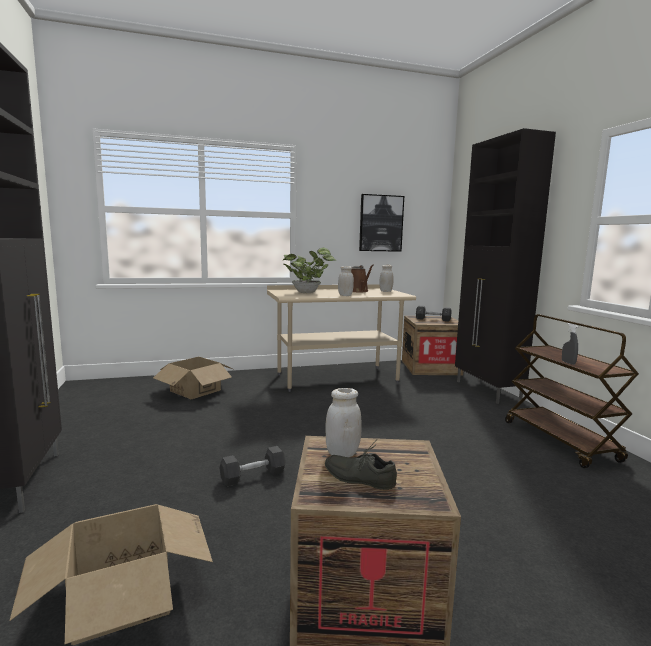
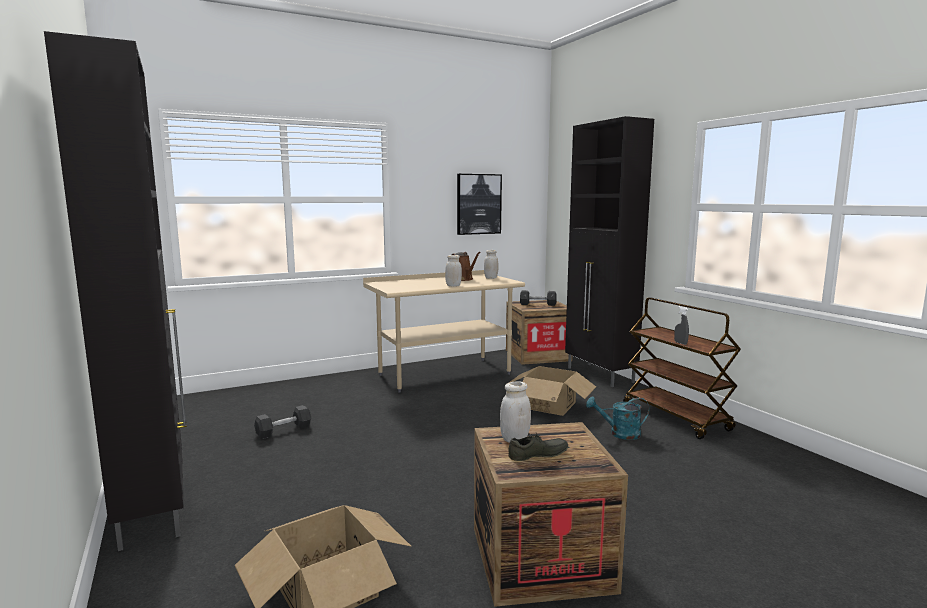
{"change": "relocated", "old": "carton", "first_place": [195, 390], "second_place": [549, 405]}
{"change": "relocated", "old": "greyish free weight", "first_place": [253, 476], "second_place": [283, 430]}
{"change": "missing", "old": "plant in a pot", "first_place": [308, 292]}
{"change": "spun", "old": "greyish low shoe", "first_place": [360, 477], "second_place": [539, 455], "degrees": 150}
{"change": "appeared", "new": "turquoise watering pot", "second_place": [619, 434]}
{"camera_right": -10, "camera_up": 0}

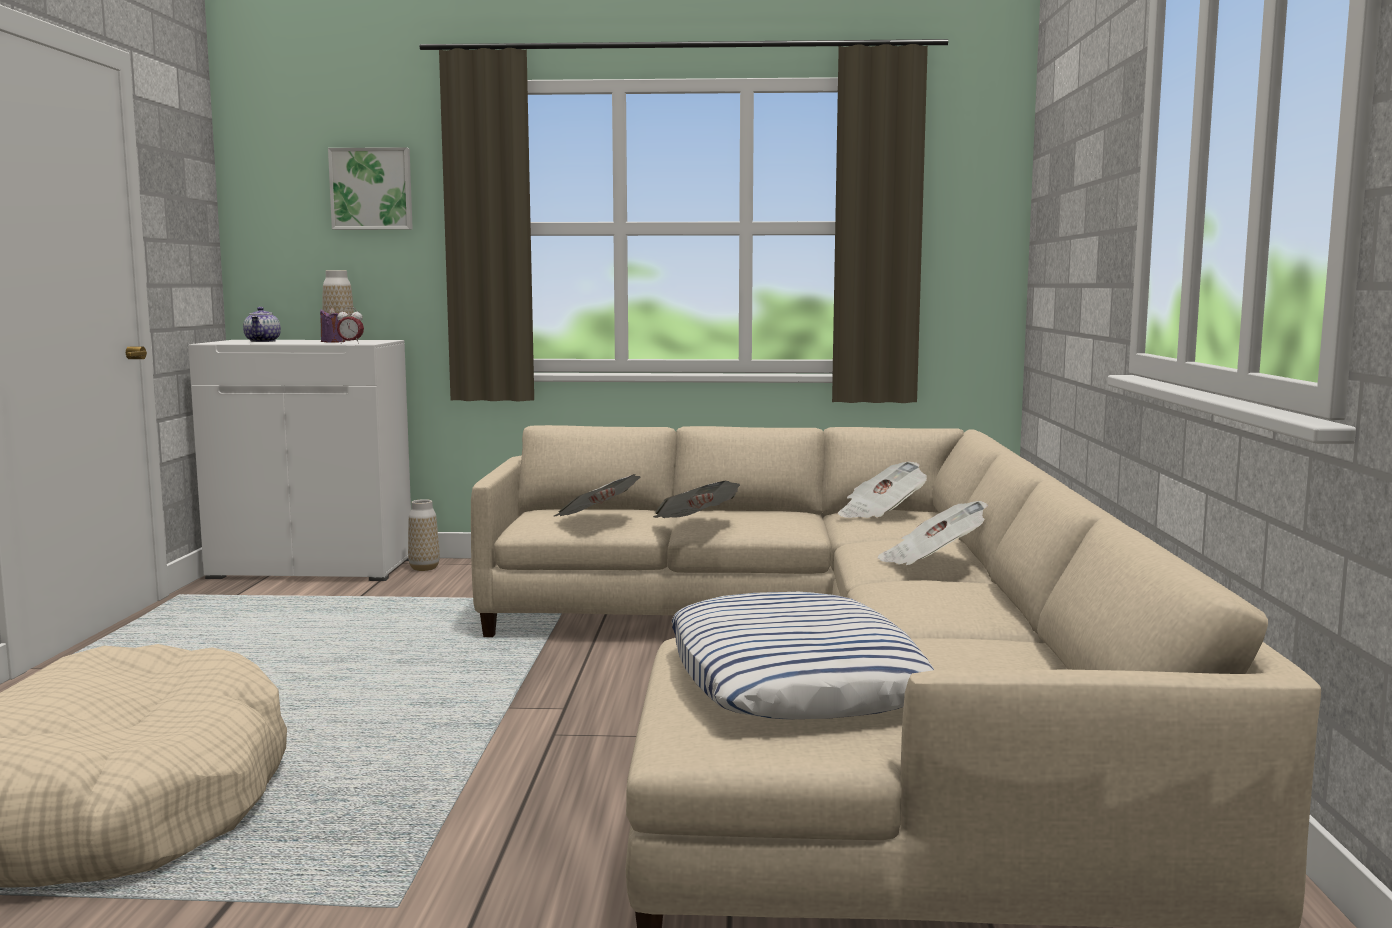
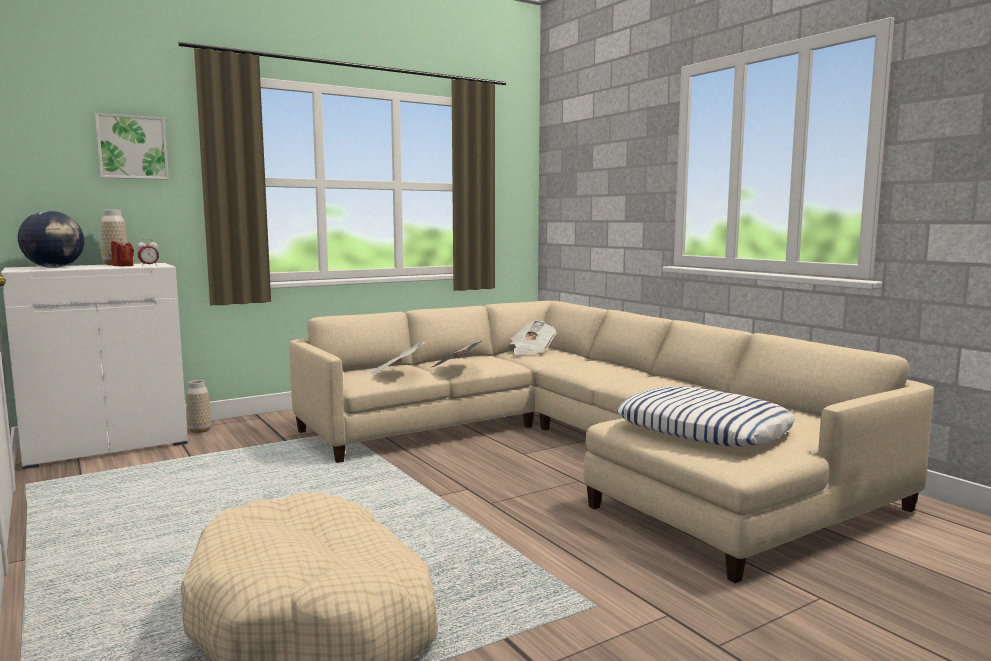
{"change": "exchanged", "old": "pot for tea", "new": "desk globe", "first_place": [263, 341], "second_place": [54, 267]}
{"change": "colour", "old": "purple wax candle", "new": "reddish wax candle", "first_place": [333, 342], "second_place": [123, 266]}
{"change": "missing", "old": "newspaper", "first_place": [931, 561]}
{"camera_right": -35, "camera_up": 0}

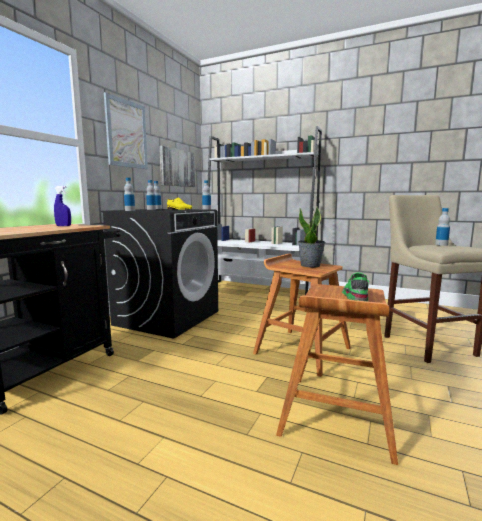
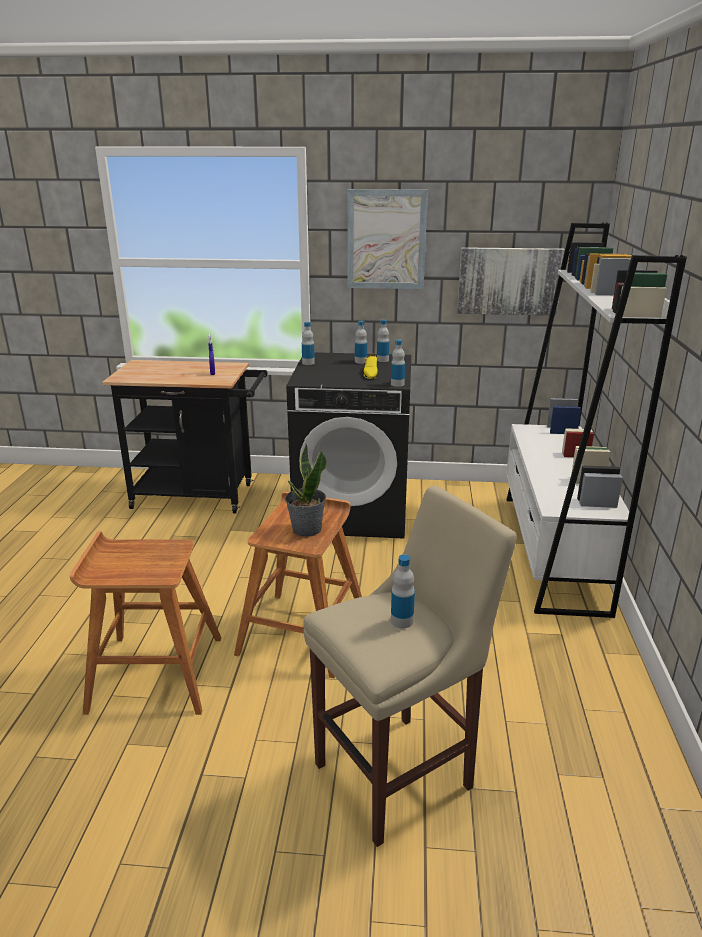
{"change": "missing", "old": "green-coloured low shoe", "first_place": [354, 296]}
{"camera_right": 70, "camera_up": 15}

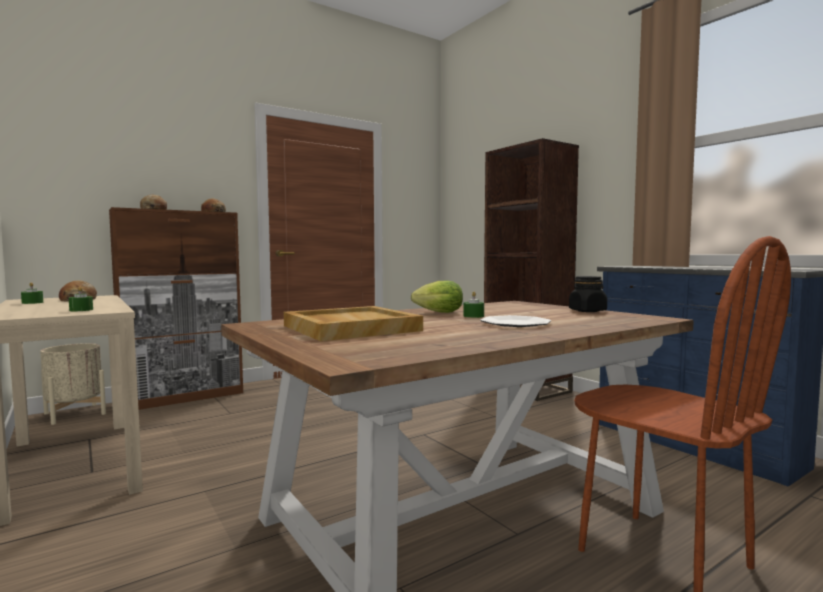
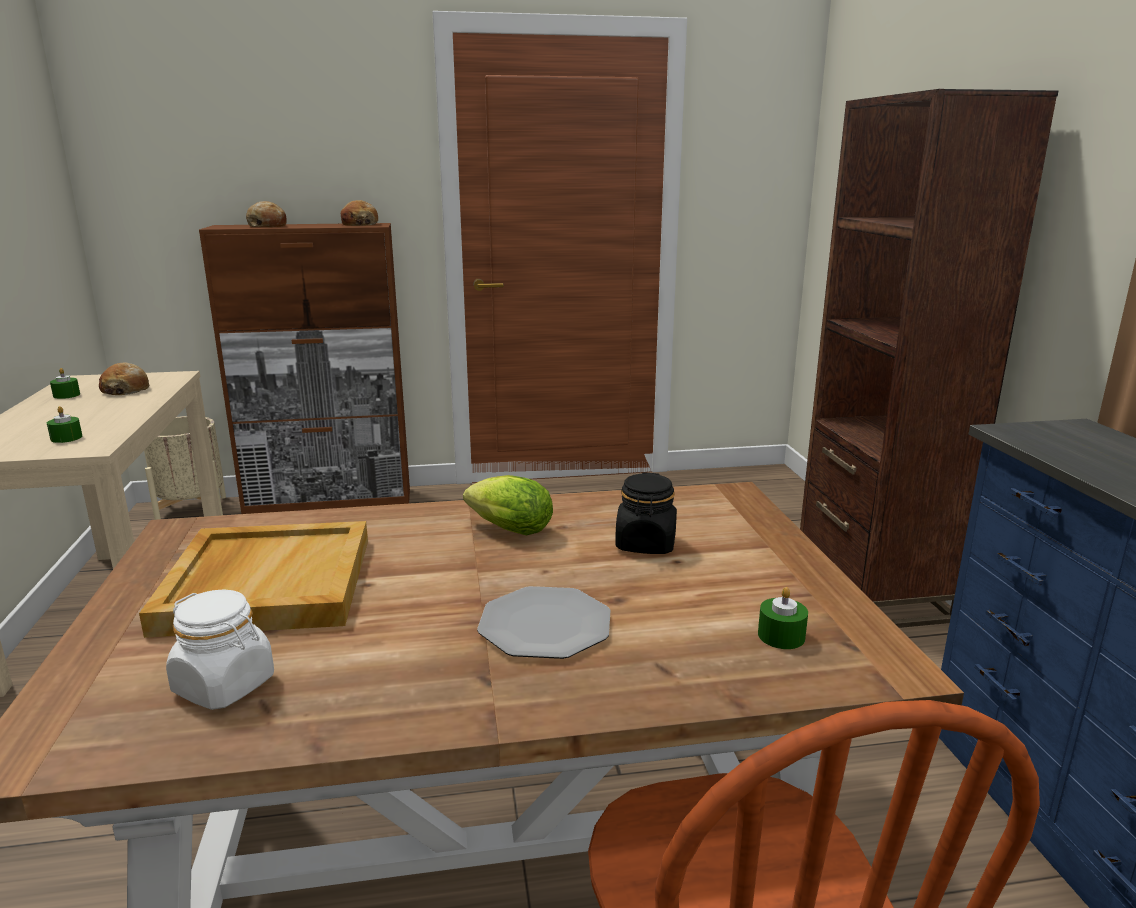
{"change": "relocated", "old": "green-coloured wax candle", "first_place": [473, 316], "second_place": [781, 636]}
{"change": "relocated", "old": "blackish storage jar", "first_place": [587, 311], "second_place": [645, 544]}
{"change": "appeared", "new": "white storage jar", "second_place": [225, 685]}
{"camera_right": 25, "camera_up": 15}

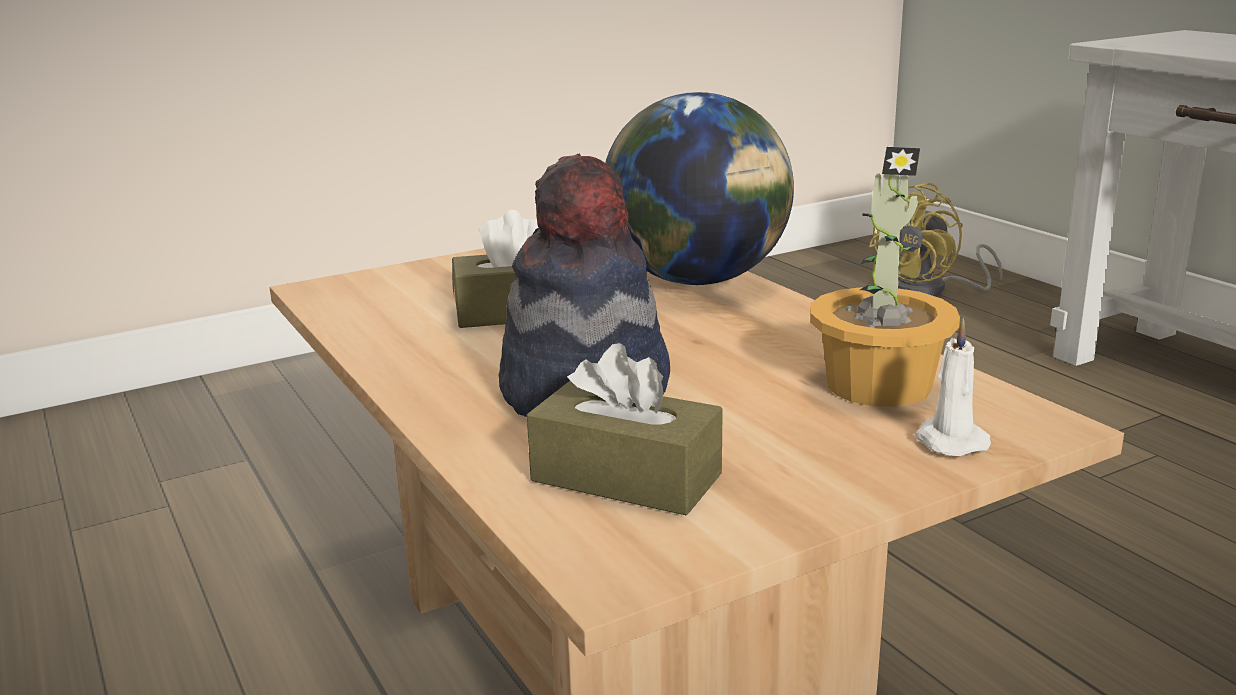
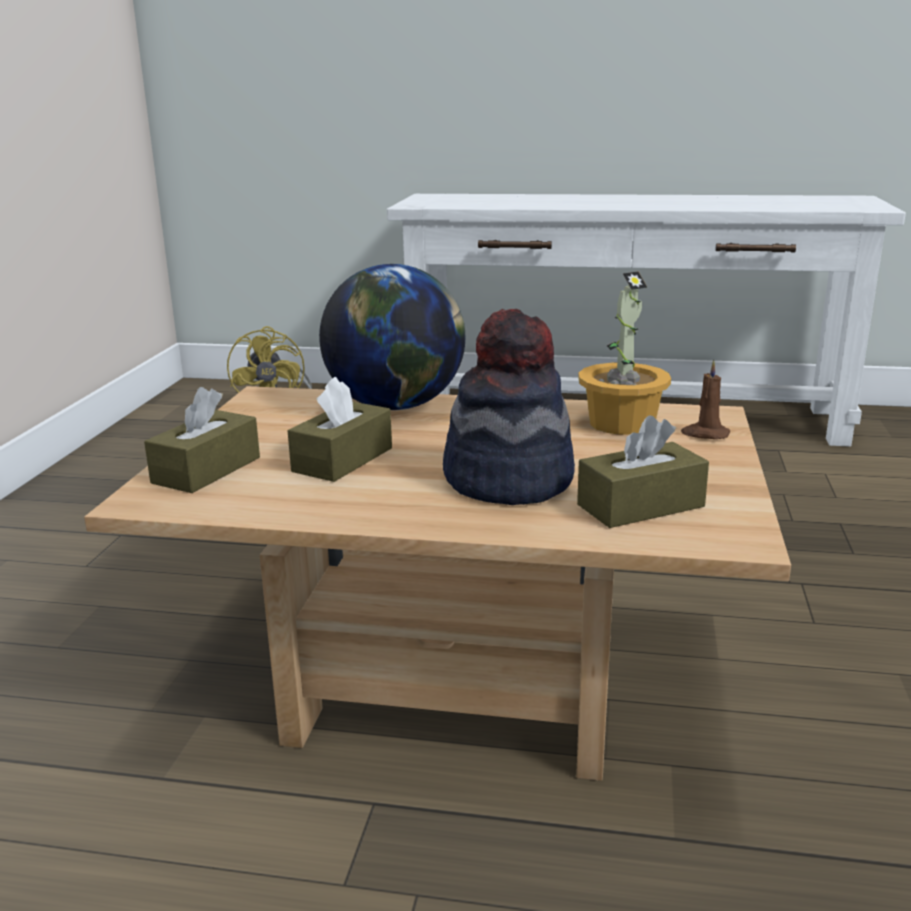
{"change": "colour", "old": "white wax candle", "new": "brownish wax candle", "first_place": [948, 441], "second_place": [705, 434]}
{"change": "appeared", "new": "brownish box of tissues", "second_place": [206, 470]}
{"camera_right": -50, "camera_up": 0}

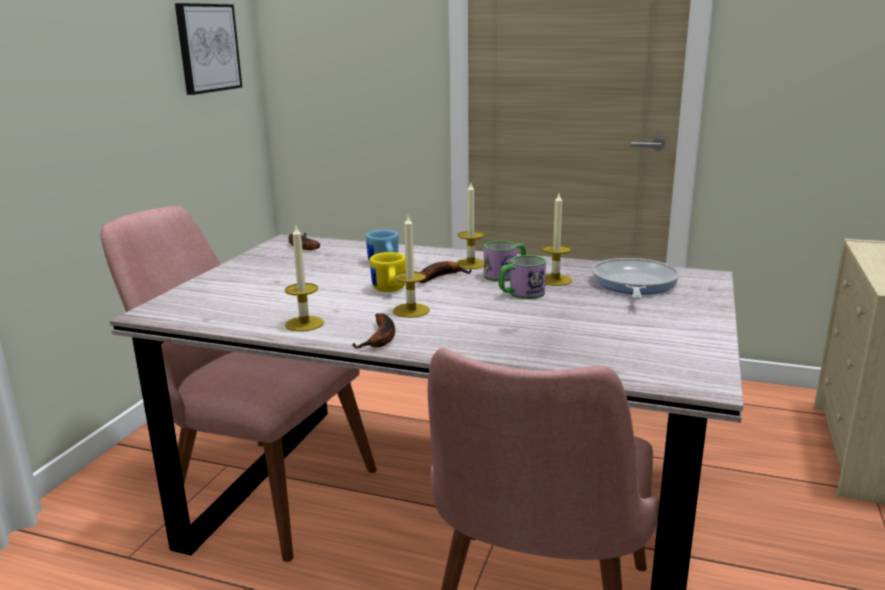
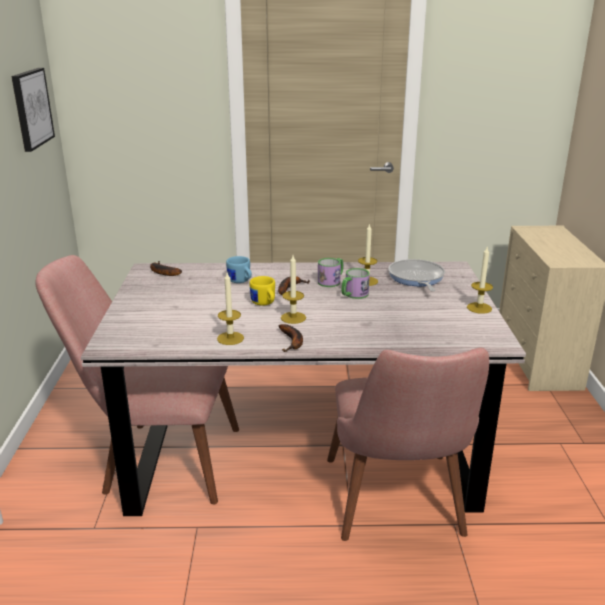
{"change": "relocated", "old": "wax candle", "first_place": [471, 264], "second_place": [479, 308]}
{"camera_right": -20, "camera_up": 5}

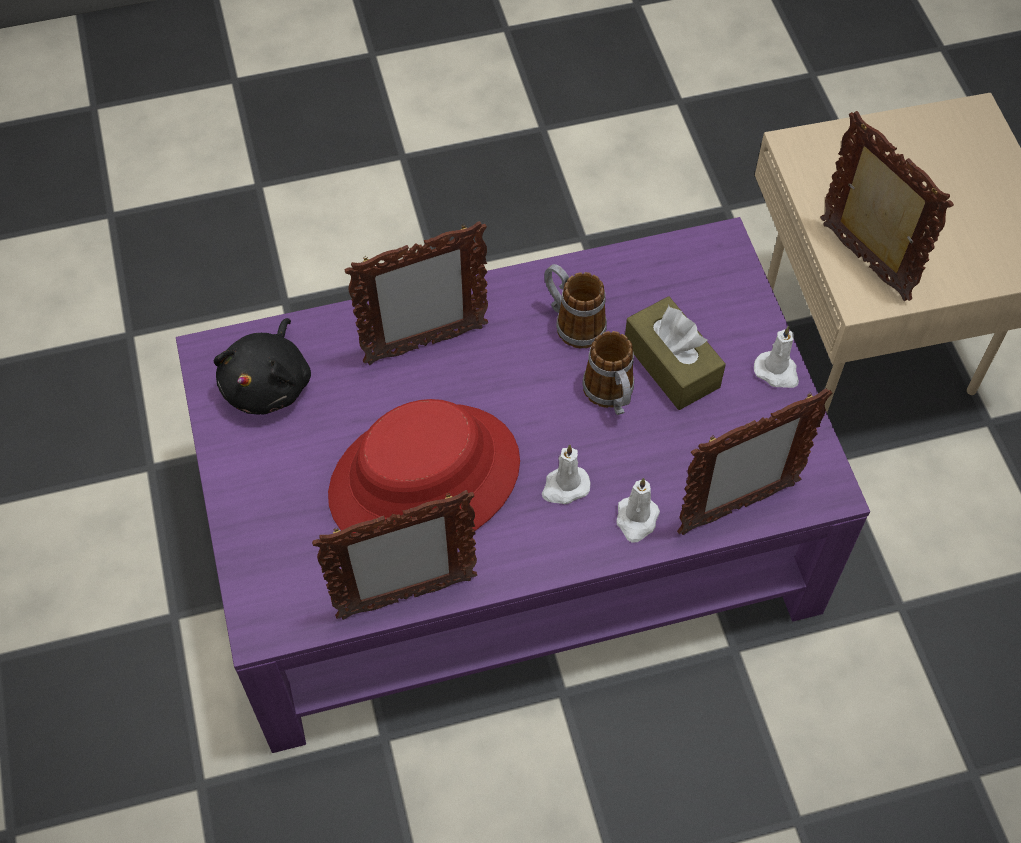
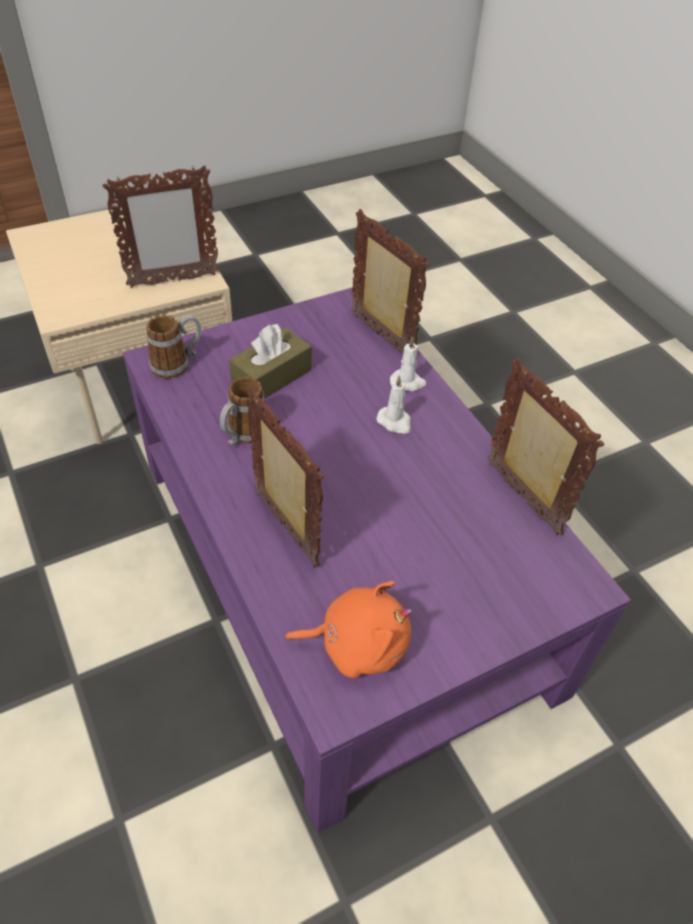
{"change": "colour", "old": "blackish soft toy", "new": "orange soft toy", "first_place": [269, 384], "second_place": [357, 644]}
{"change": "missing", "old": "reddish clothing hat", "first_place": [425, 480]}
{"change": "relocated", "old": "mug", "first_place": [611, 396], "second_place": [177, 364]}
{"change": "missing", "old": "white wax candle", "first_place": [777, 372]}
{"change": "spun", "old": "standing frame", "first_place": [863, 263], "second_place": [173, 280], "degrees": -150}
{"camera_right": -105, "camera_up": -10}

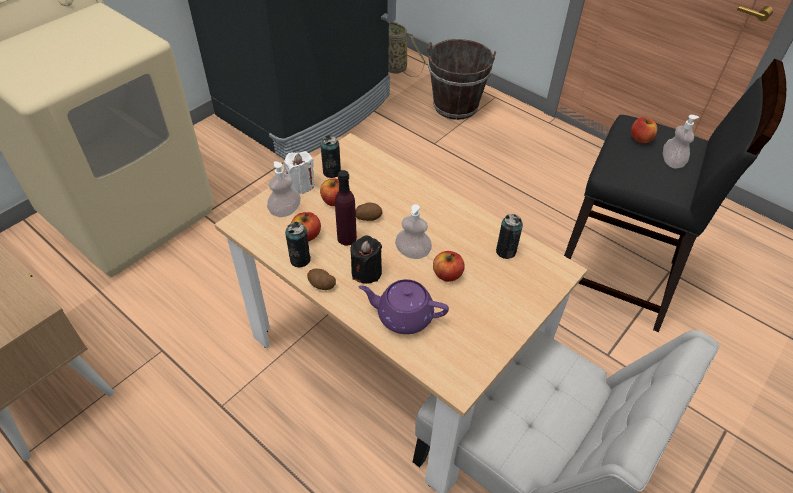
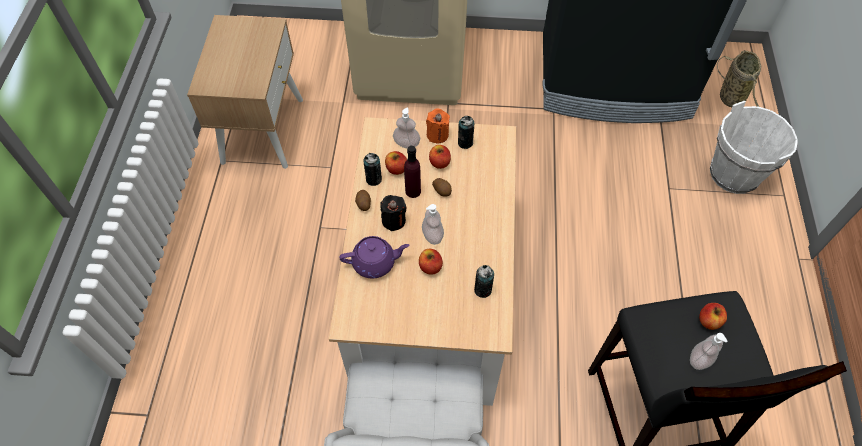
{"change": "colour", "old": "white wax candle", "new": "orange wax candle", "first_place": [301, 184], "second_place": [437, 135]}
{"change": "spun", "old": "purple pot for tea", "first_place": [403, 316], "second_place": [375, 262], "degrees": 105}
{"change": "colour", "old": "brownish pail", "new": "white pail", "first_place": [455, 106], "second_place": [734, 174]}
{"camera_right": 55, "camera_up": 10}

